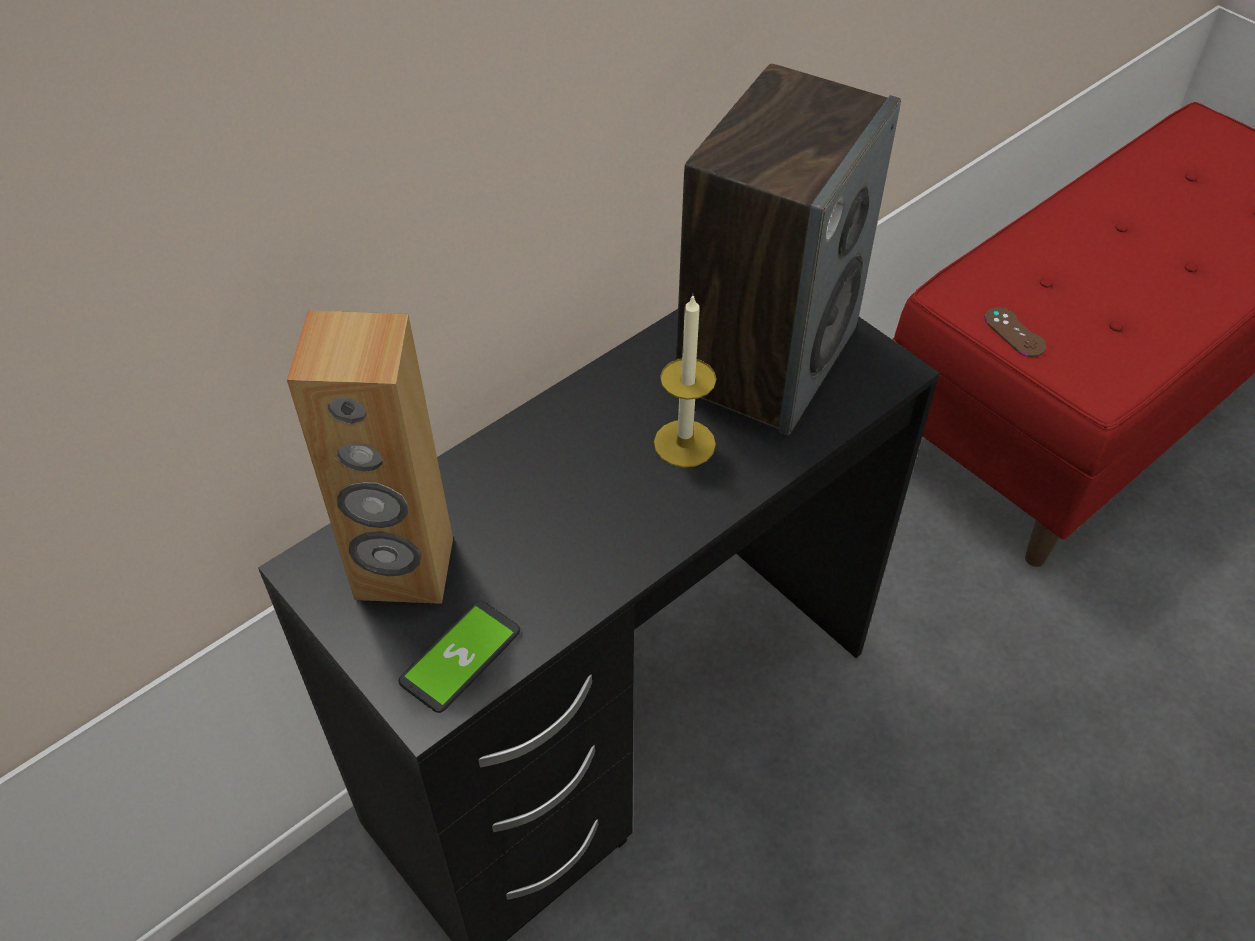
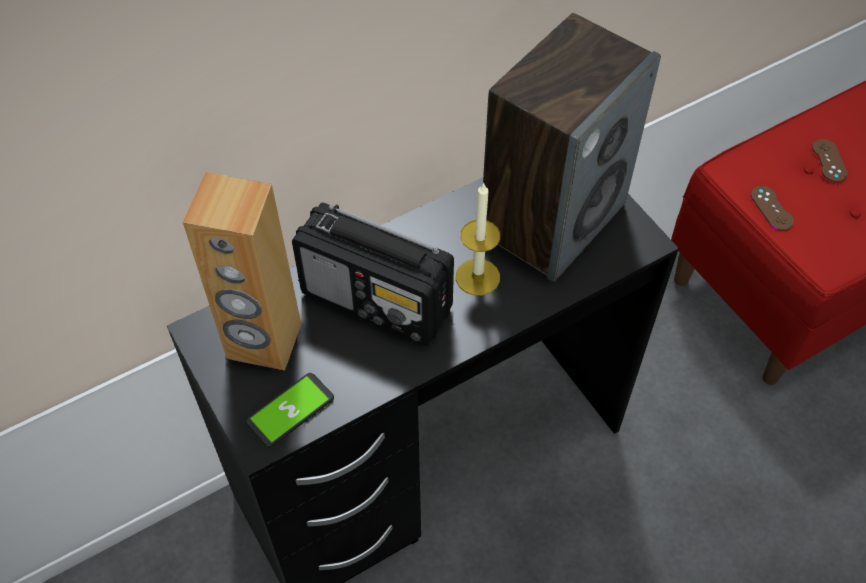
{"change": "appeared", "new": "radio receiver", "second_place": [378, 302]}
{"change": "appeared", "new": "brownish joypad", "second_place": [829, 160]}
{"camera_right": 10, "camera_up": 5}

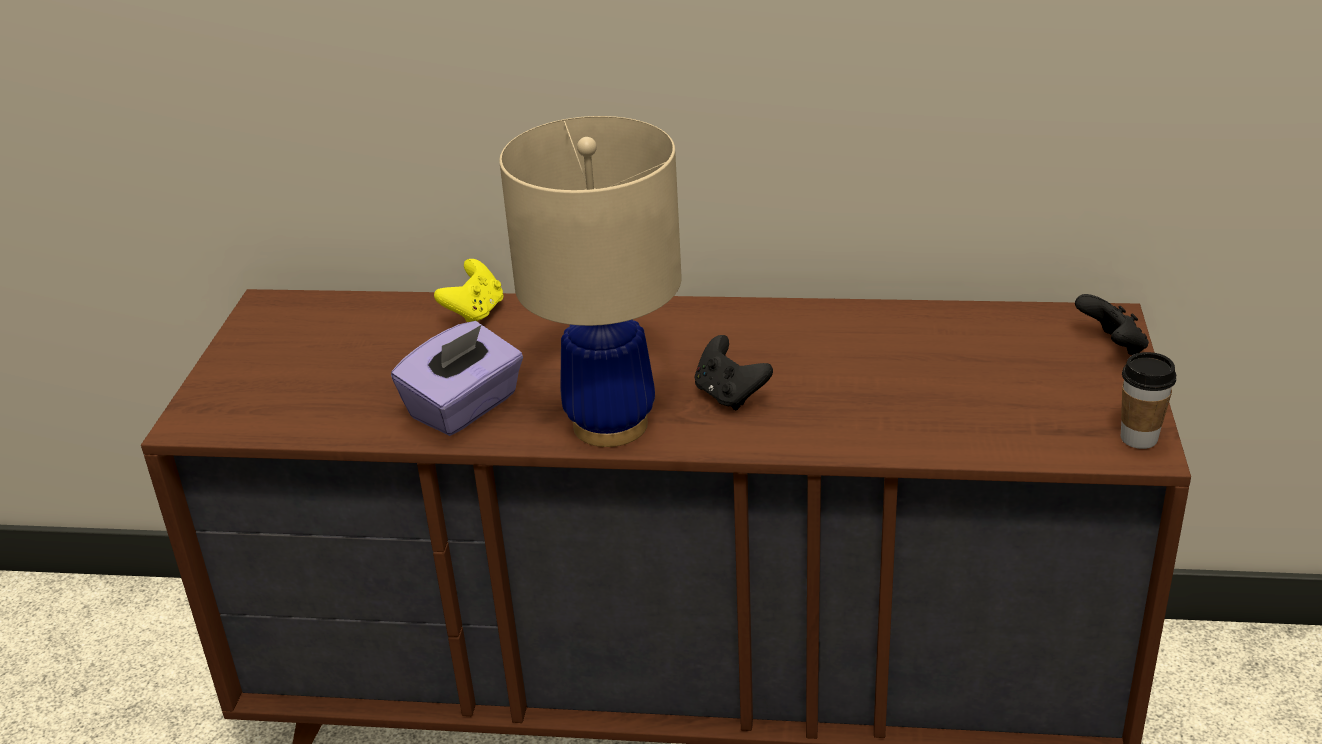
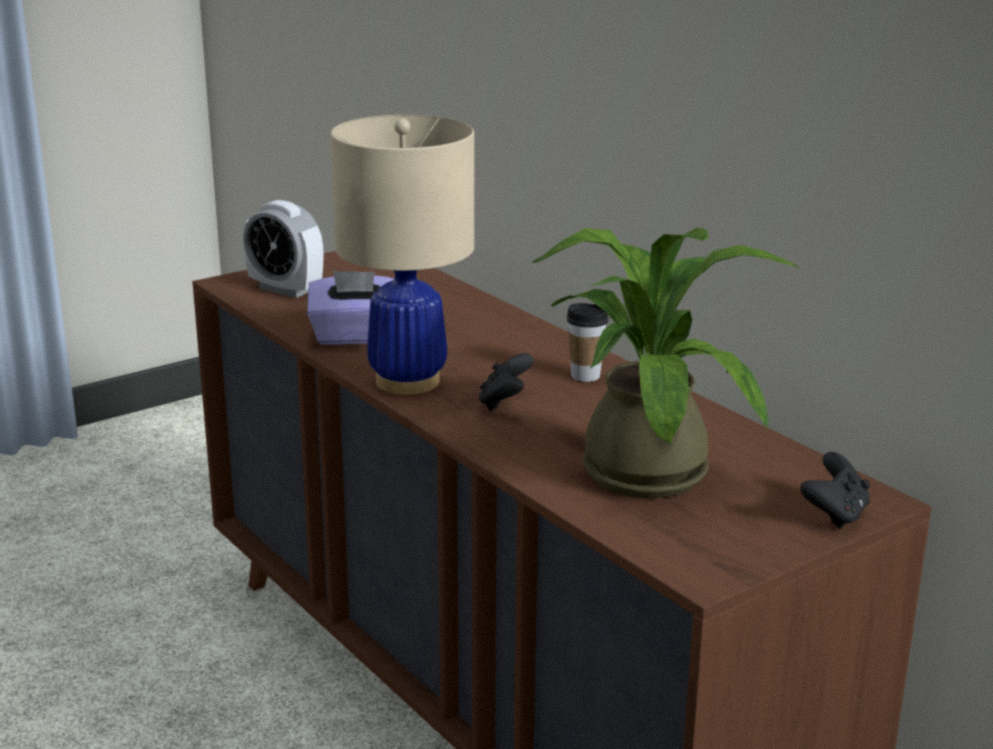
{"change": "missing", "old": "yellowish joypad", "first_place": [475, 313]}
{"change": "relocated", "old": "cup", "first_place": [1139, 438], "second_place": [585, 376]}
{"change": "appeared", "new": "bedside clock", "second_place": [285, 289]}
{"change": "appeared", "new": "plant in a pot", "second_place": [644, 465]}
{"camera_right": 45, "camera_up": -10}

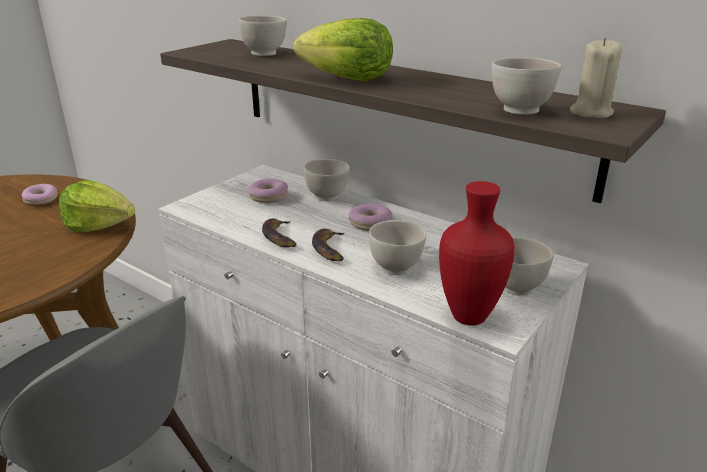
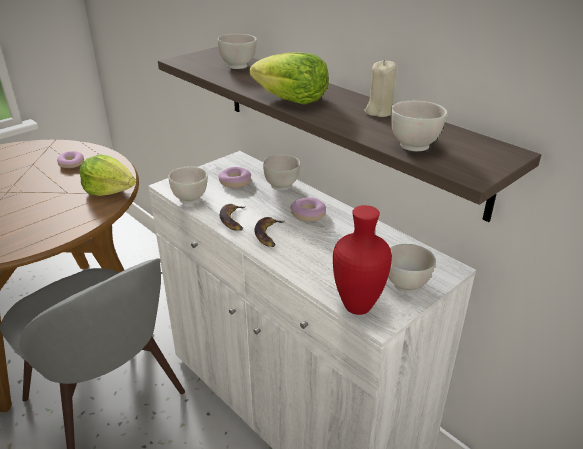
{"change": "relocated", "old": "white bowl", "first_place": [396, 267], "second_place": [190, 199]}
{"change": "relocated", "old": "sand-coloured wax candle", "first_place": [590, 112], "second_place": [379, 111]}
{"camera_right": 10, "camera_up": 5}

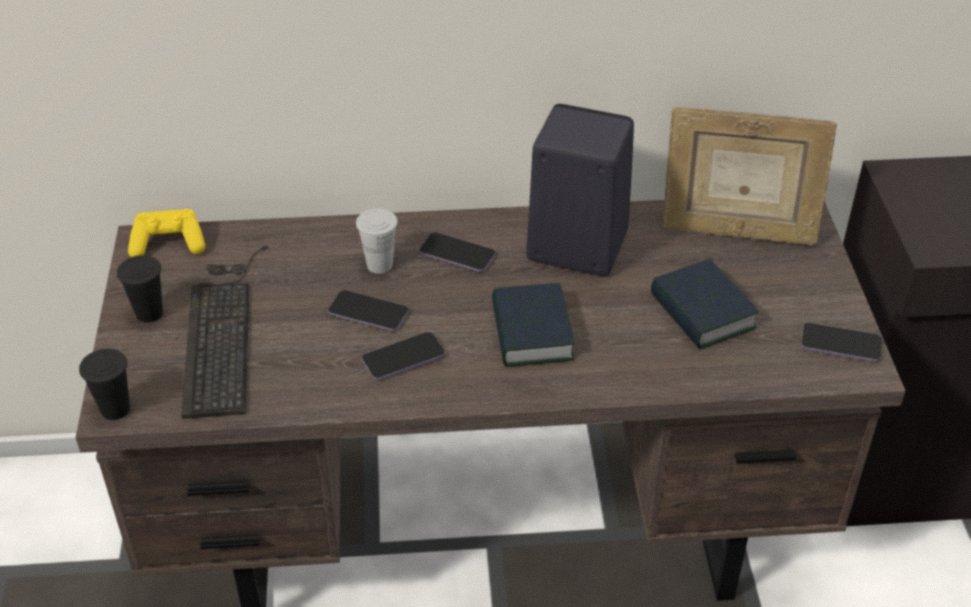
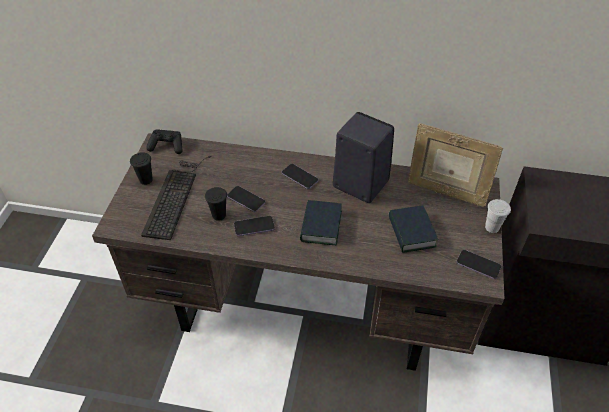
{"change": "relocated", "old": "blackish cup", "first_place": [115, 409], "second_place": [219, 215]}
{"change": "colour", "old": "yellowish joypad", "new": "blackish joypad", "first_place": [168, 244], "second_place": [167, 146]}
{"change": "relocated", "old": "white cup", "first_place": [379, 265], "second_place": [492, 227]}
{"camera_right": 15, "camera_up": 5}

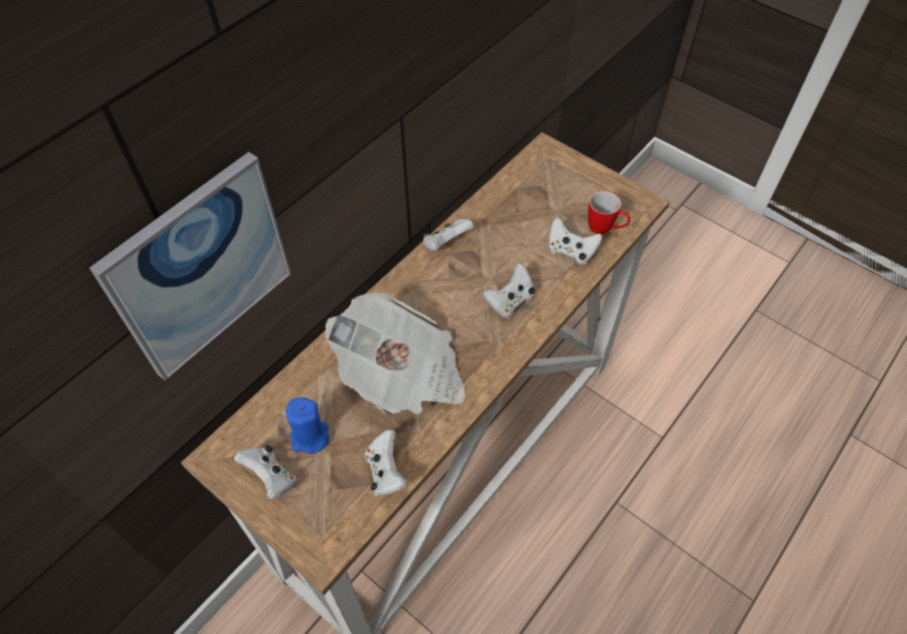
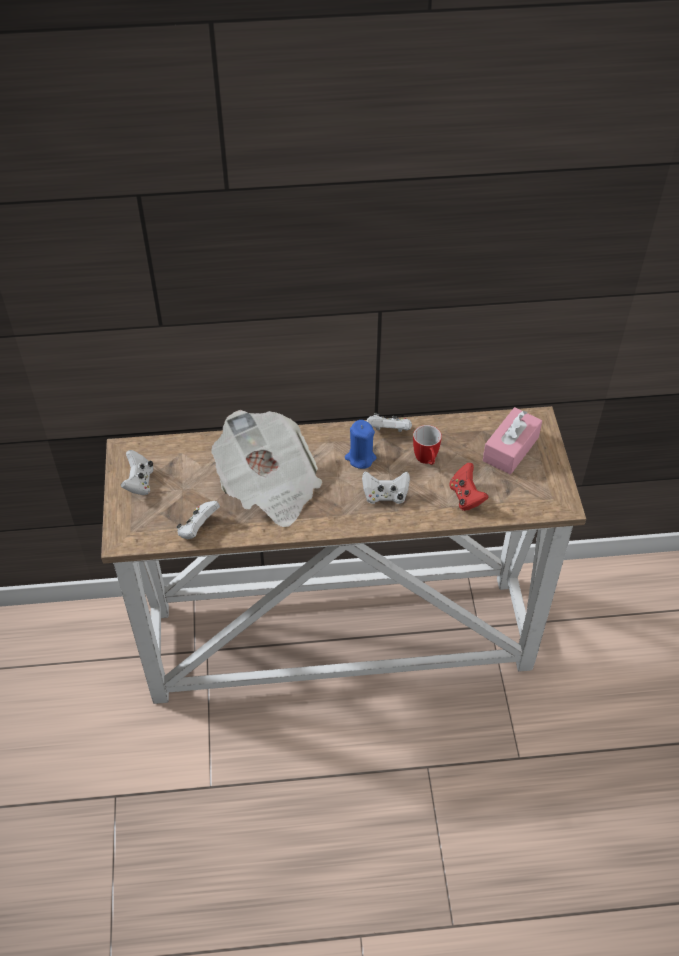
{"change": "missing", "old": "wall picture", "first_place": [200, 267]}
{"change": "relocated", "old": "blue wax candle", "first_place": [310, 437], "second_place": [360, 458]}
{"change": "colour", "old": "white joypad", "new": "reddish joypad", "first_place": [571, 251], "second_place": [466, 496]}
{"change": "relocated", "old": "mug", "first_place": [605, 229], "second_place": [427, 461]}
{"change": "appeared", "new": "pinkish box of tissues", "second_place": [510, 449]}
{"camera_right": 45, "camera_up": -5}

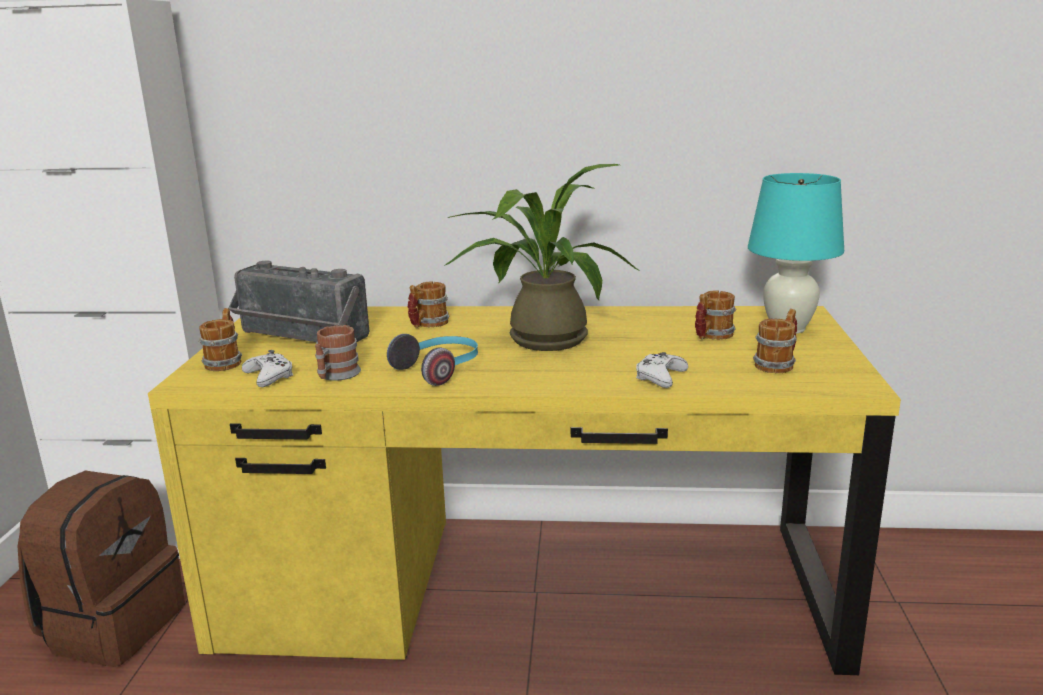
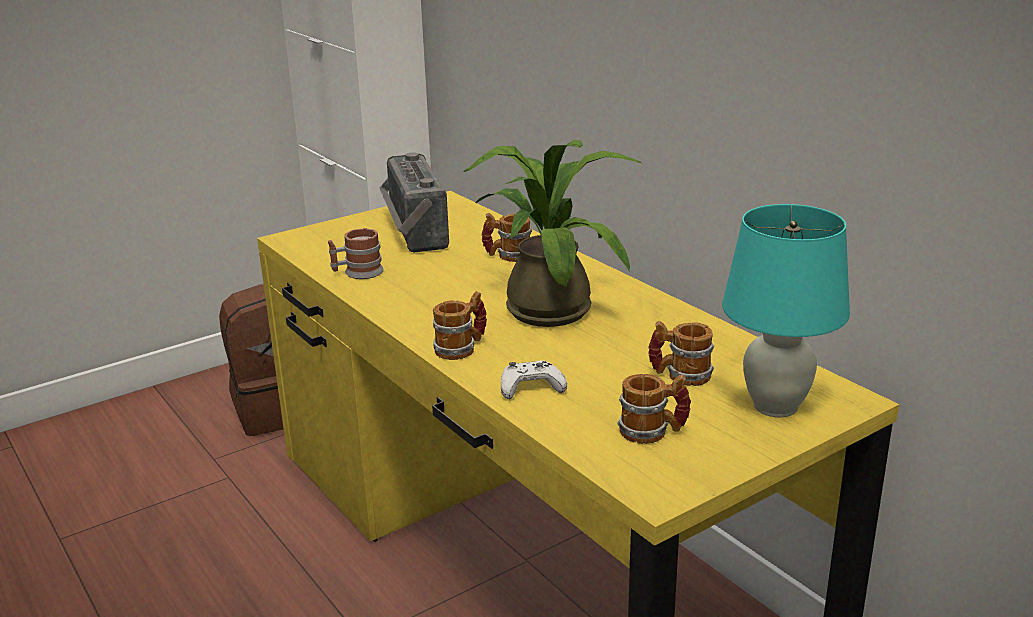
{"change": "relocated", "old": "mug", "first_place": [226, 362], "second_place": [461, 348]}
{"change": "missing", "old": "white joypad", "first_place": [269, 376]}
{"change": "missing", "old": "headset", "first_place": [440, 370]}
{"camera_right": 50, "camera_up": 5}

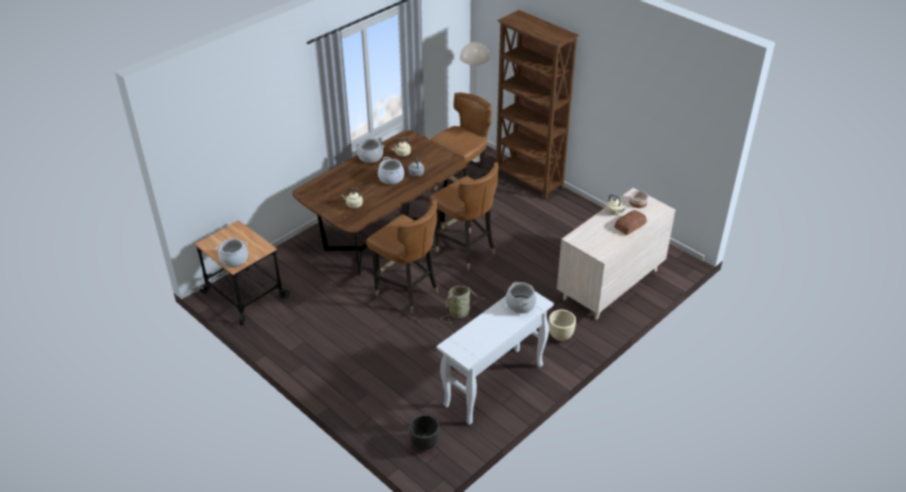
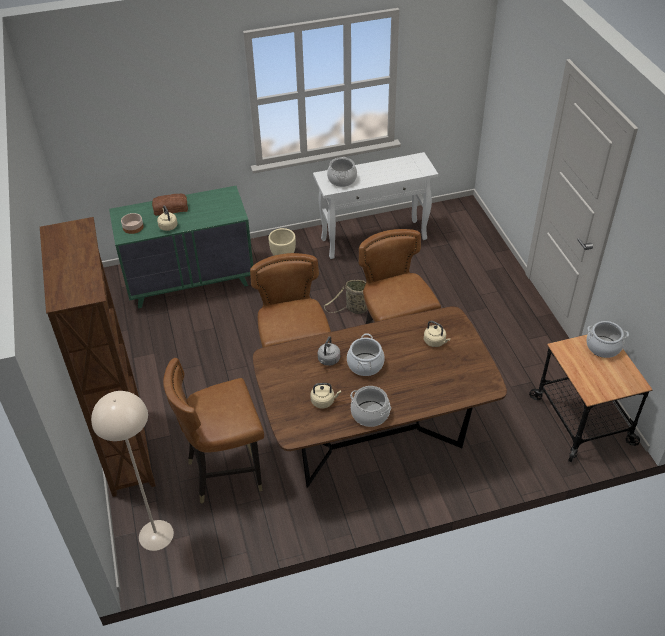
{"change": "missing", "old": "blackish flower pot", "first_place": [424, 443]}
{"change": "colour", "old": "sand-coloured dresser", "new": "green-coloured dresser", "first_place": [610, 285], "second_place": [190, 281]}
{"camera_right": -150, "camera_up": 5}

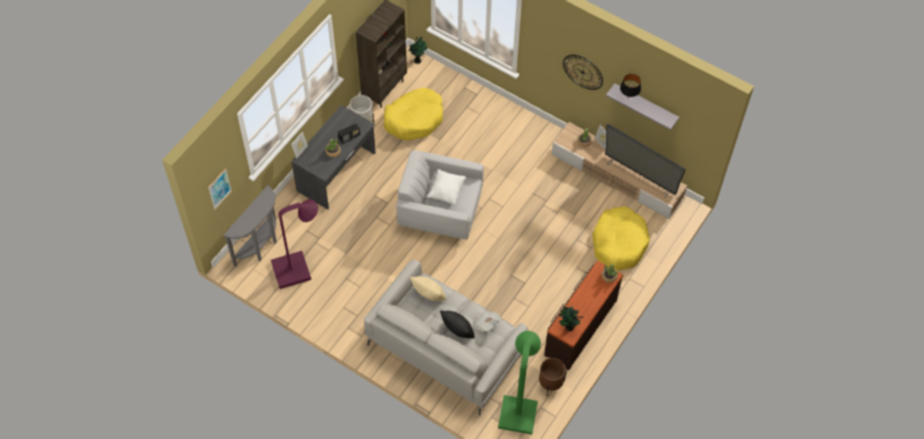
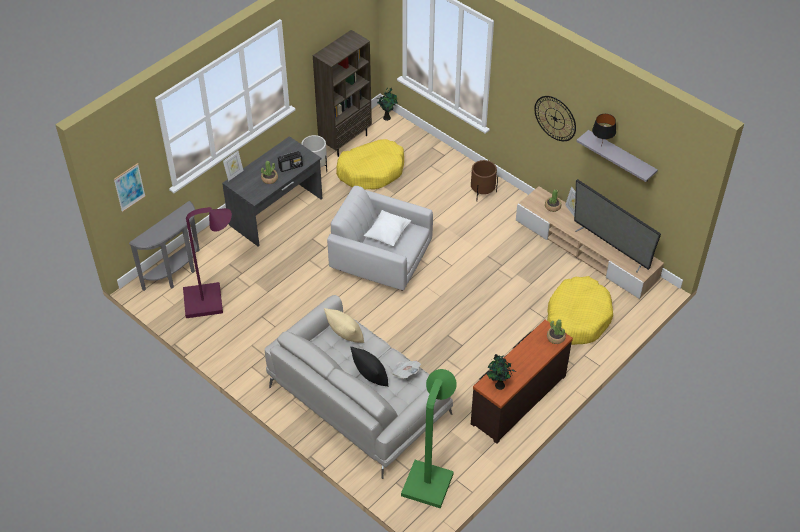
{"change": "relocated", "old": "brownish flower pot", "first_place": [550, 383], "second_place": [482, 192]}
{"camera_right": 10, "camera_up": -10}

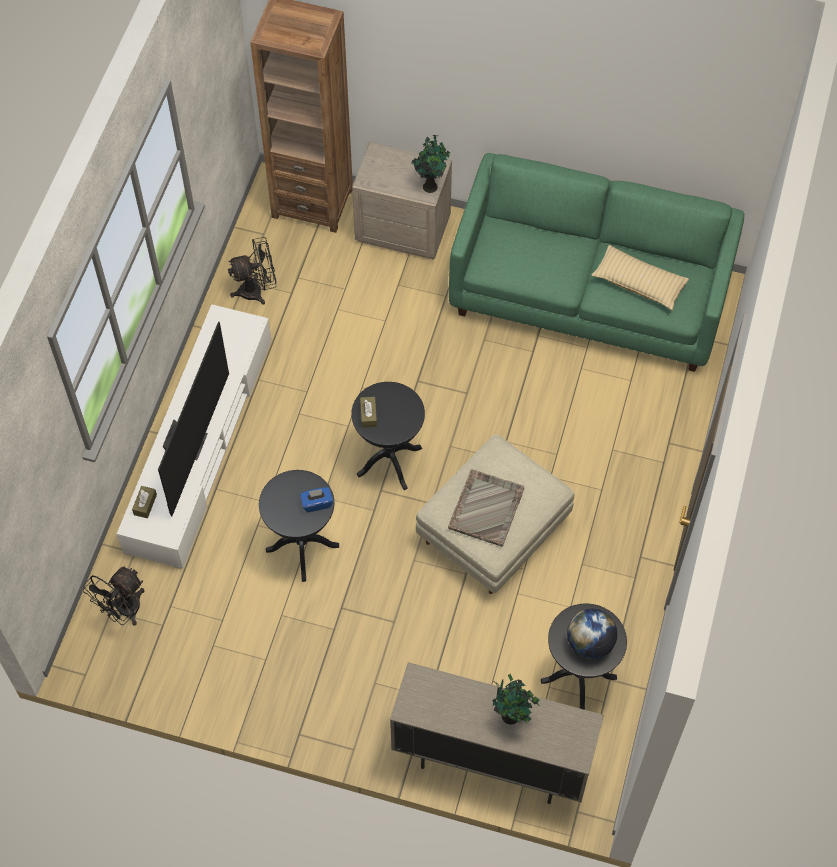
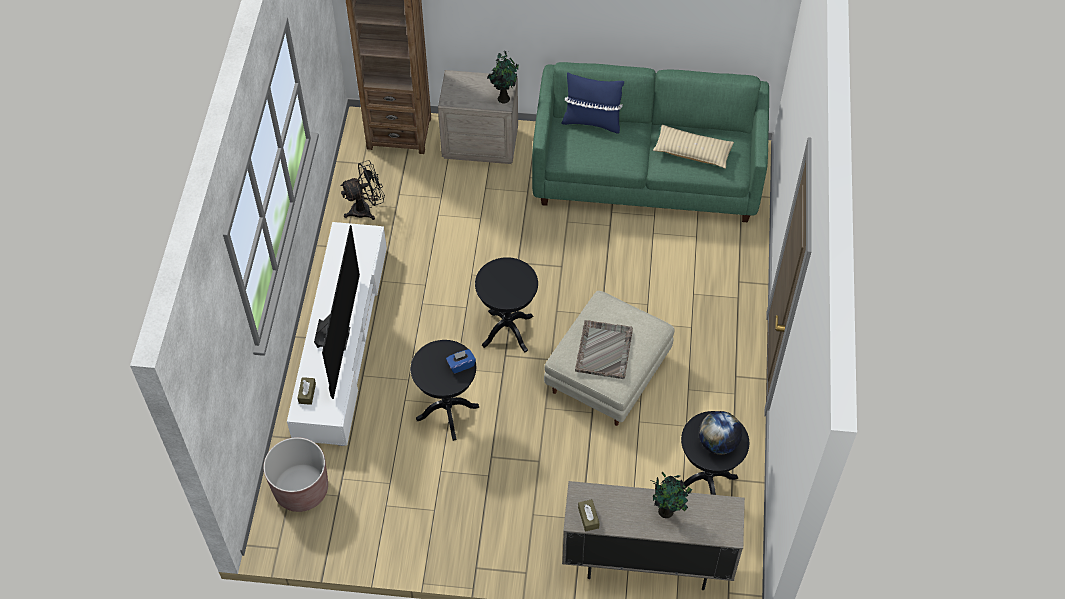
{"change": "exchanged", "old": "blackish fan", "new": "brownish flower pot", "first_place": [123, 611], "second_place": [301, 489]}
{"change": "relocated", "old": "brownish box of tissues", "first_place": [368, 415], "second_place": [588, 518]}
{"change": "appeared", "new": "blue throw pillow", "second_place": [592, 121]}
{"camera_right": -10, "camera_up": -5}

